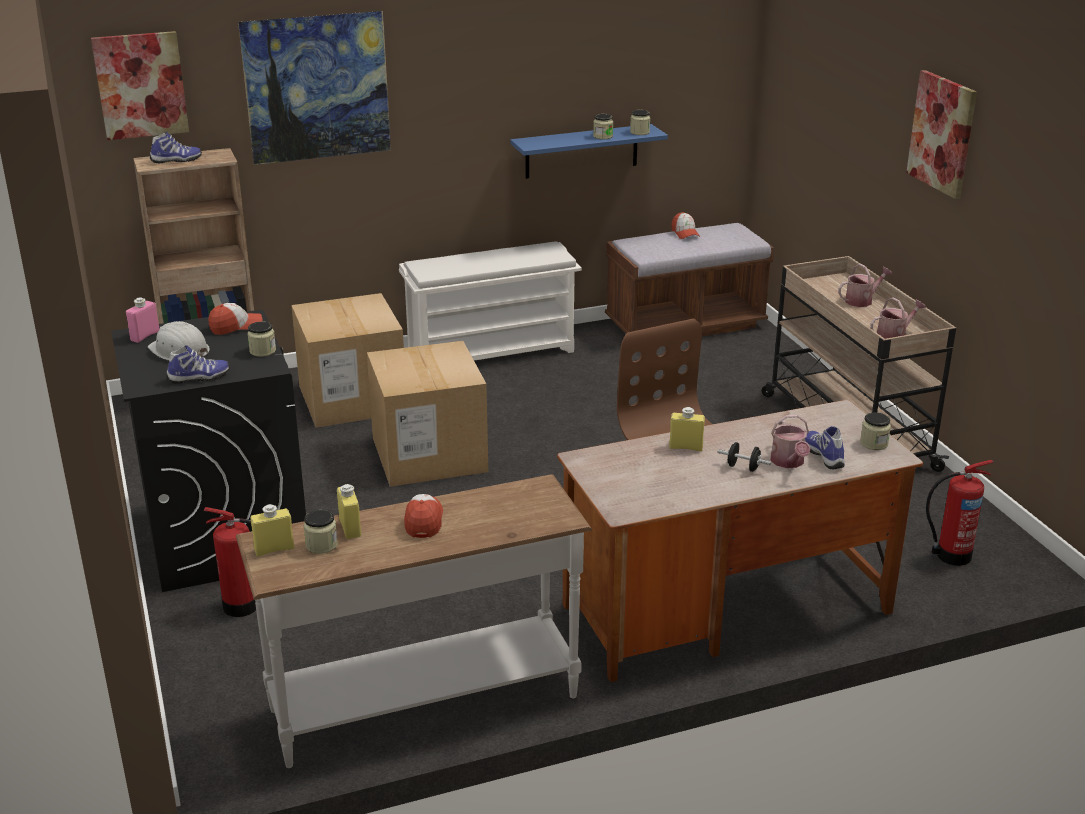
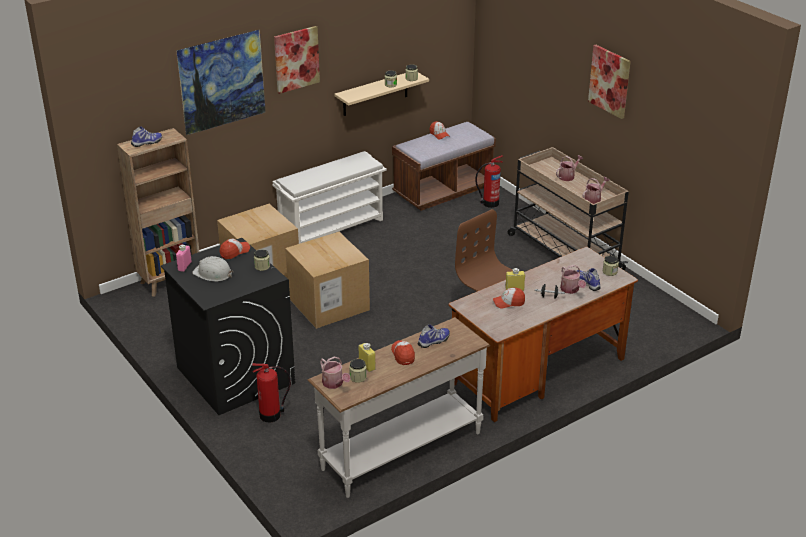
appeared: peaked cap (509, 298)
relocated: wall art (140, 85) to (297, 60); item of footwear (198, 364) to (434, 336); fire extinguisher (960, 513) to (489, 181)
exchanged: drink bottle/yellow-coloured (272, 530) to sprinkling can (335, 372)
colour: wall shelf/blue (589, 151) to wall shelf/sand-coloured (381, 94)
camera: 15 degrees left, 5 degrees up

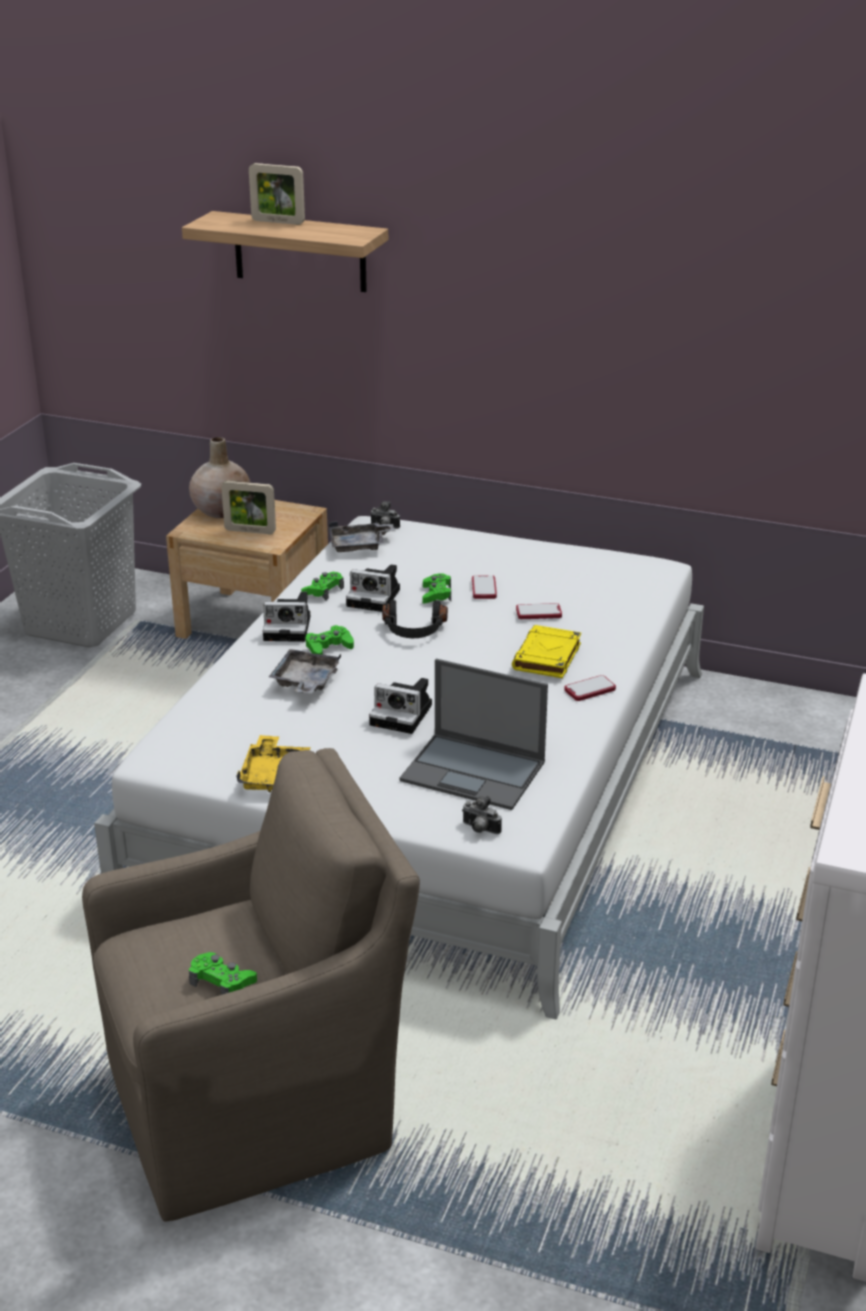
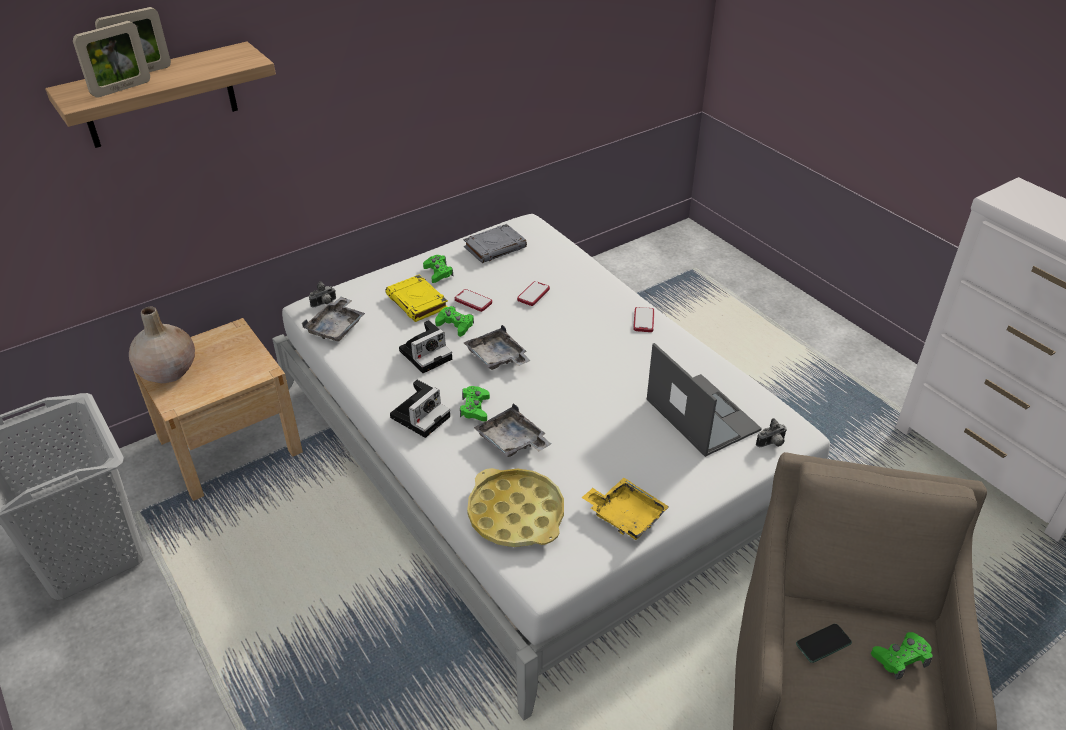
missing: still camera (400, 706)
appeared: volume/gray (495, 243); serving tray/yellow-coloured (515, 507); telephone (824, 643)
relocated: standing frame (248, 507) to (111, 59); volume/yellow-coloured (546, 651) to (416, 298); joypad/green-coloured (322, 586) to (438, 269)
exchanged: pair of headphones/black-coloured (415, 619) to serving tray/gray (497, 347)
spun: notebook computer (473, 734) = (704, 400) 90 degrees counterclockwise
camera: 55 degrees left, 10 degrees up

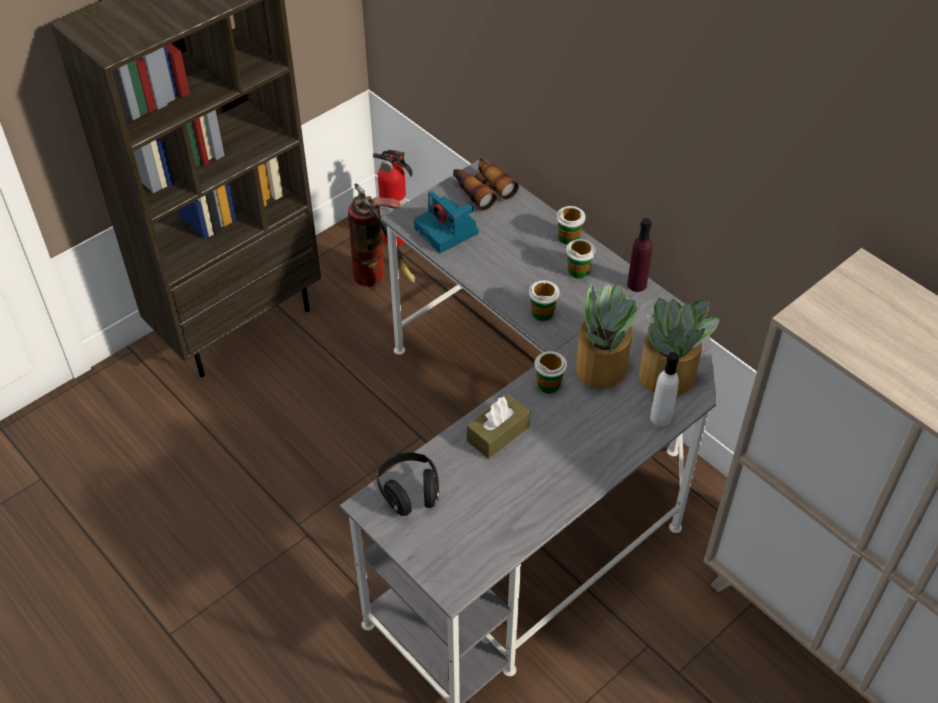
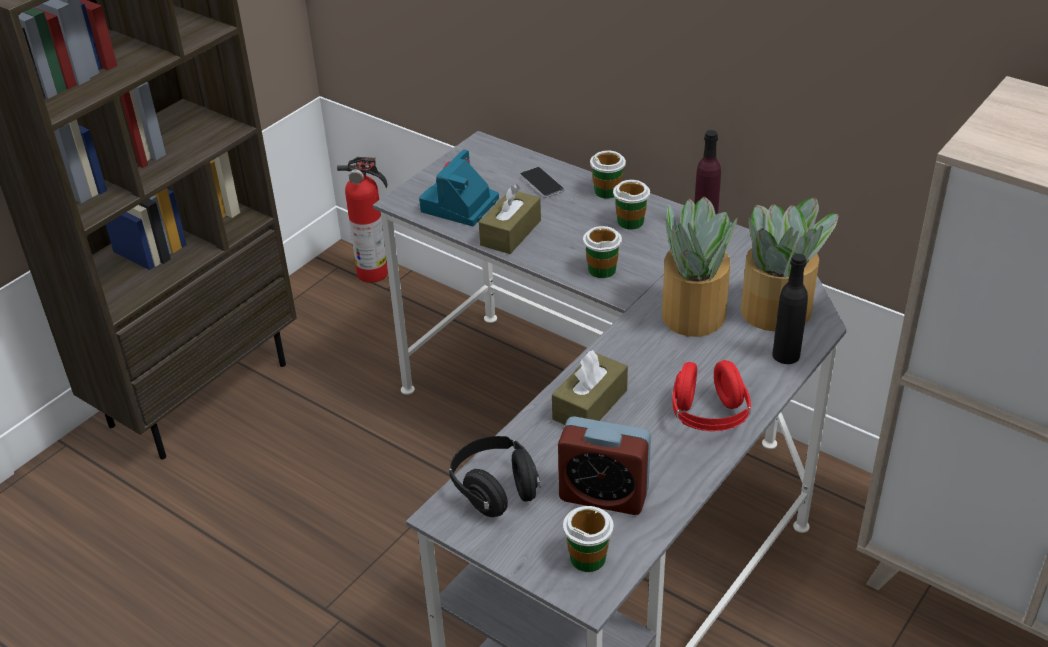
missing: fire extinguisher (381, 235); field glasses (486, 184)
appeared: tissue box/brownish (510, 219); telephone (542, 182); bedside clock (604, 465); pair of headphones/red-coloured (711, 395)
relocated: drinking cup (550, 372) to (588, 539)
colour: drink bottle/white-coloured (664, 389) to drink bottle/black-coloured (790, 308)
spun: still camera (446, 222) = (459, 187) 75 degrees clockwise
camera: 10 degrees left, 10 degrees down

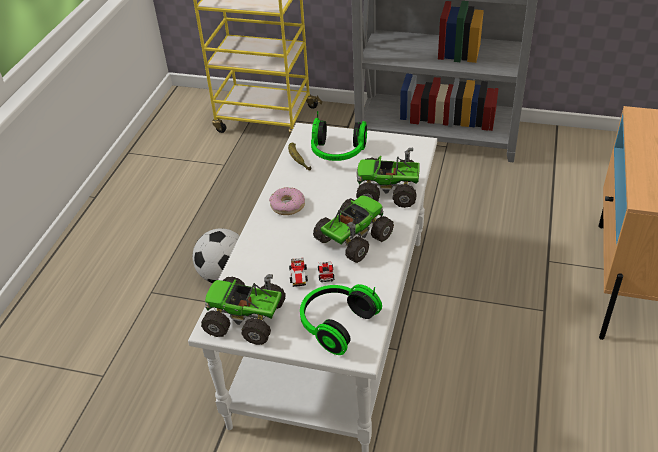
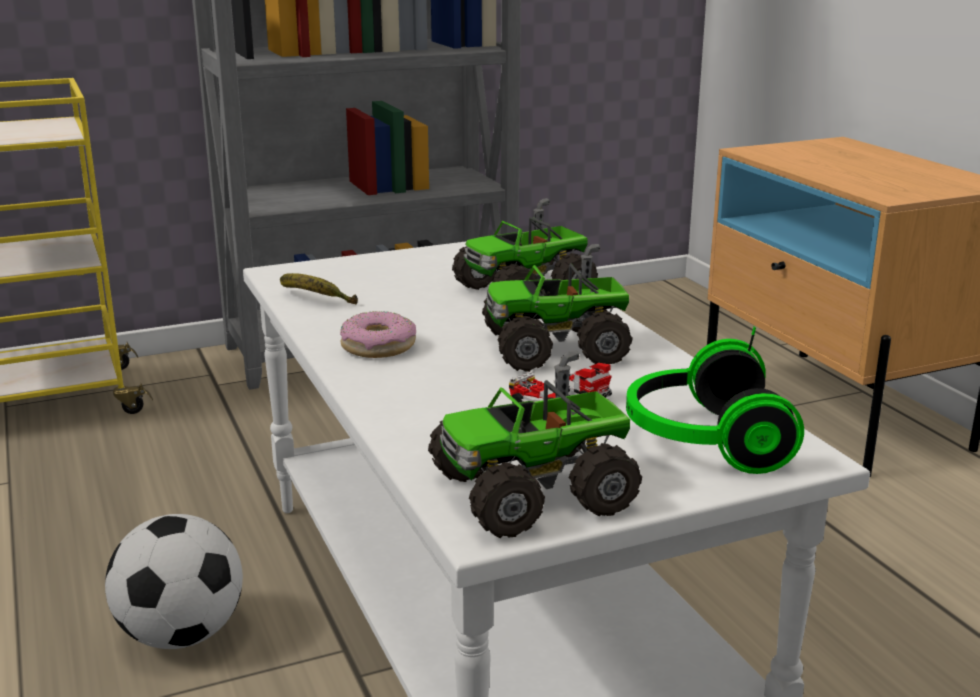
missing: pair of headphones (339, 136)
spun: toy truck (353, 229) = (557, 308) 105 degrees counterclockwise
camera: 40 degrees left, 20 degrees down

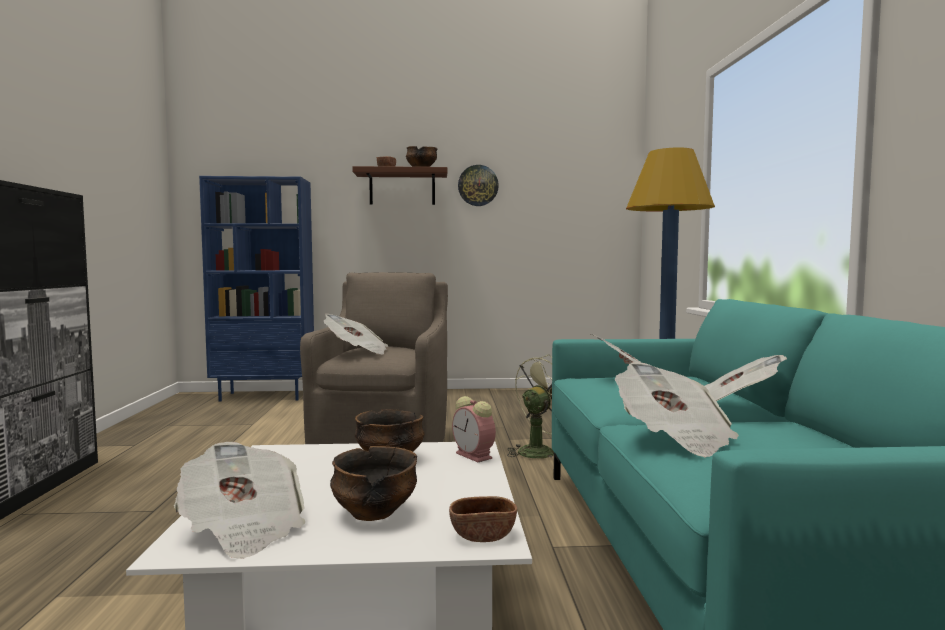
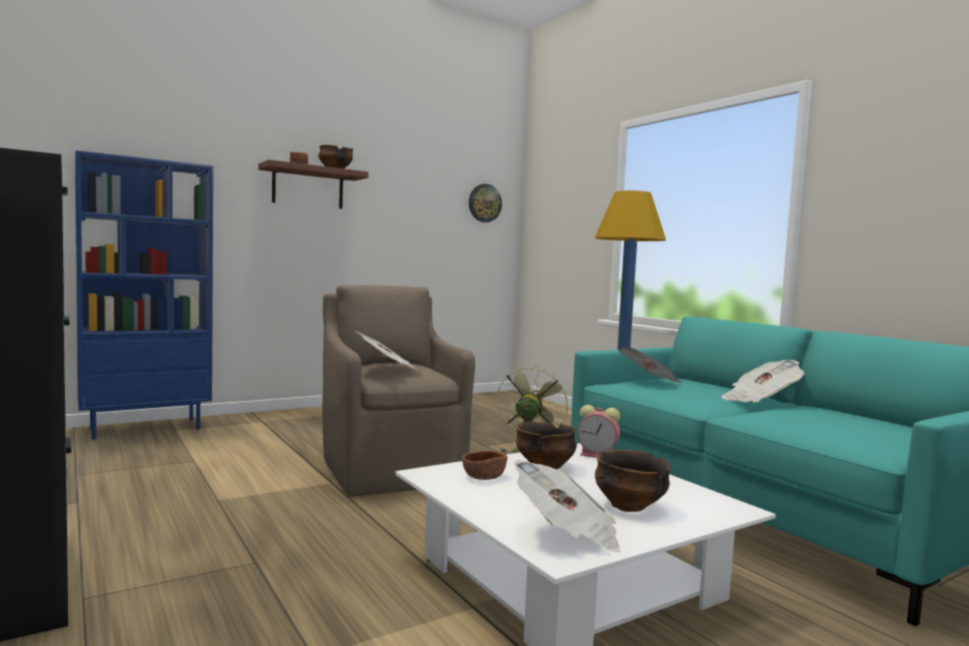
missing: newspaper (677, 409)
relocated: serving bowl/brownish (483, 519) to (485, 465); wall clock (478, 185) to (485, 203)
camera: 30 degrees left, 0 degrees up

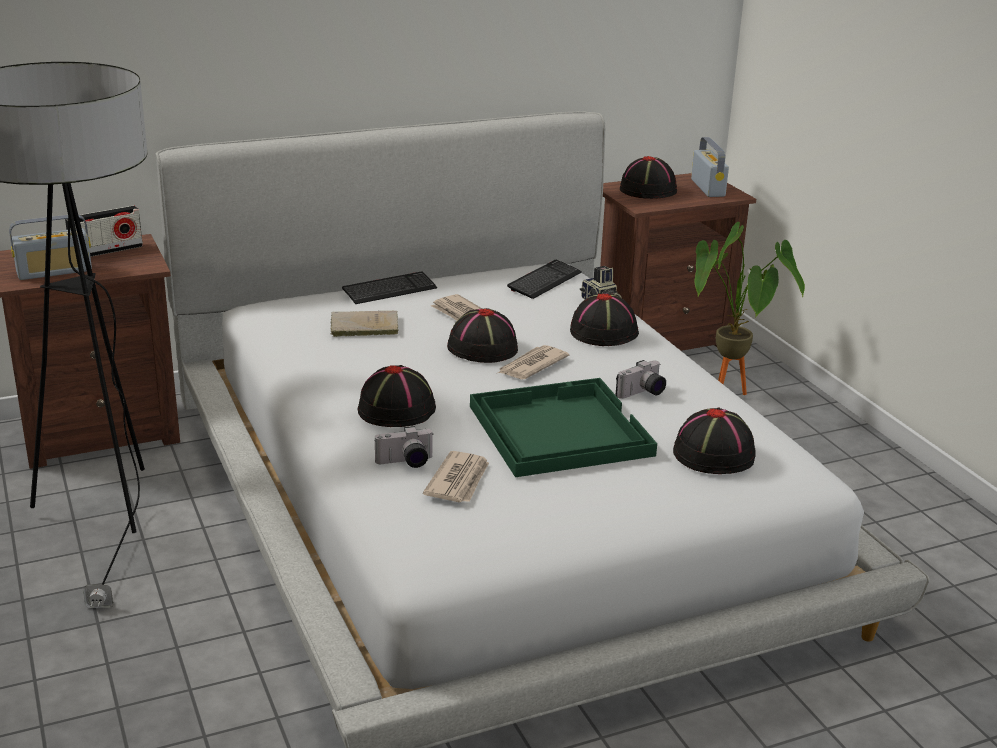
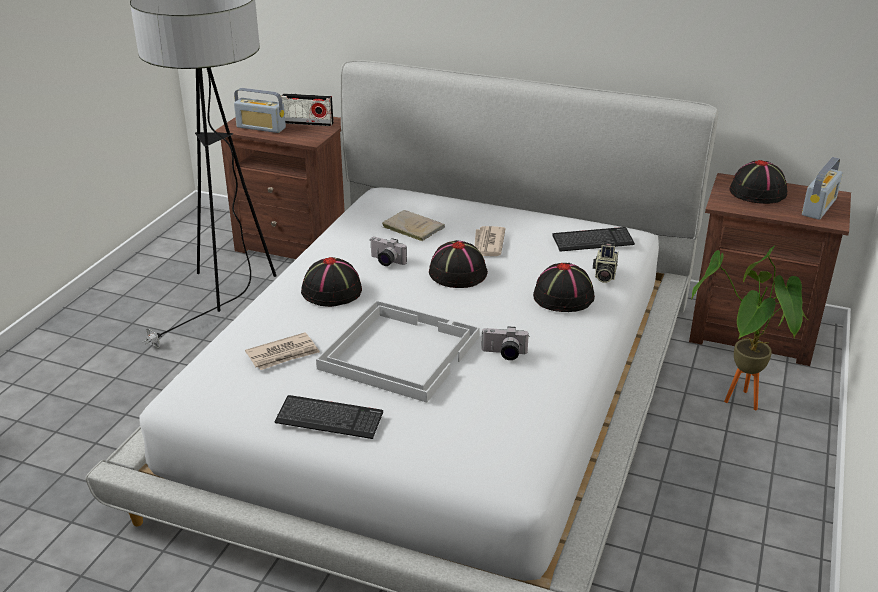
missing: newspaper (533, 362); clothing hat/black-coloured (714, 441)
relocated: computer keyboard (389, 288) to (329, 417); still camera (404, 447) to (388, 251)
colour: serving tray/green-coloured (563, 427) to serving tray/white-coloured (398, 351)
camera: 45 degrees right, 5 degrees up

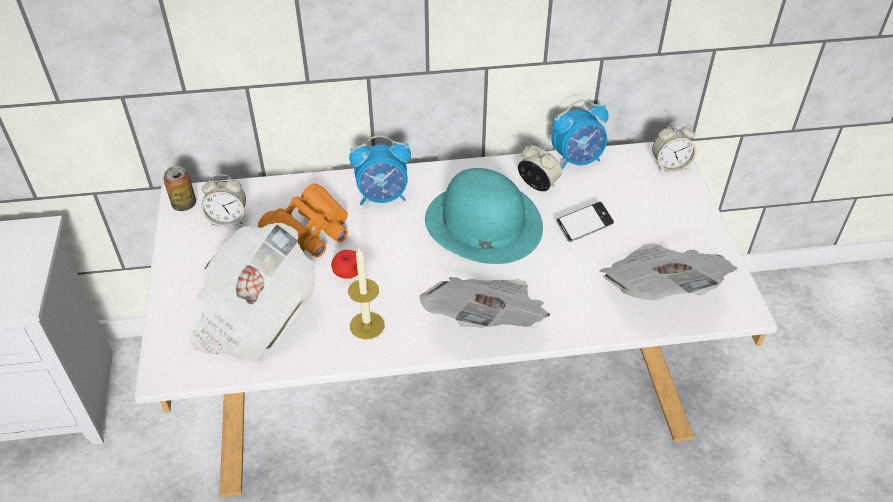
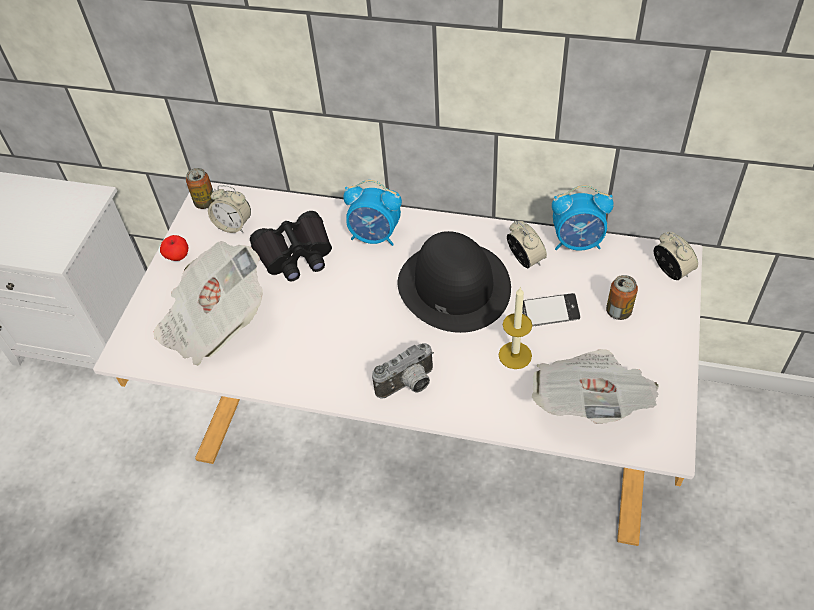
appeared: can (622, 297)
relocated: apple fruit (344, 264) to (174, 248); wax candle (366, 294) to (515, 328)
exchanged: newspaper (484, 302) to still camera (403, 371)
colour: field glasses/orange (303, 220) to field glasses/black-coloured (291, 246); clothing hat/turquoise (484, 216) to clothing hat/black-coloured (454, 282)
spun: bedside clock (674, 146) = (676, 256) 135 degrees counterclockwise
camera: 25 degrees right, 5 degrees up

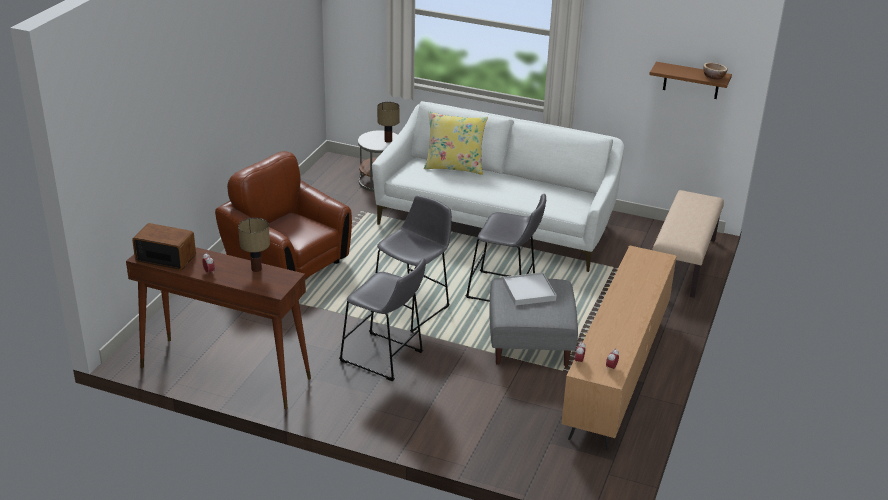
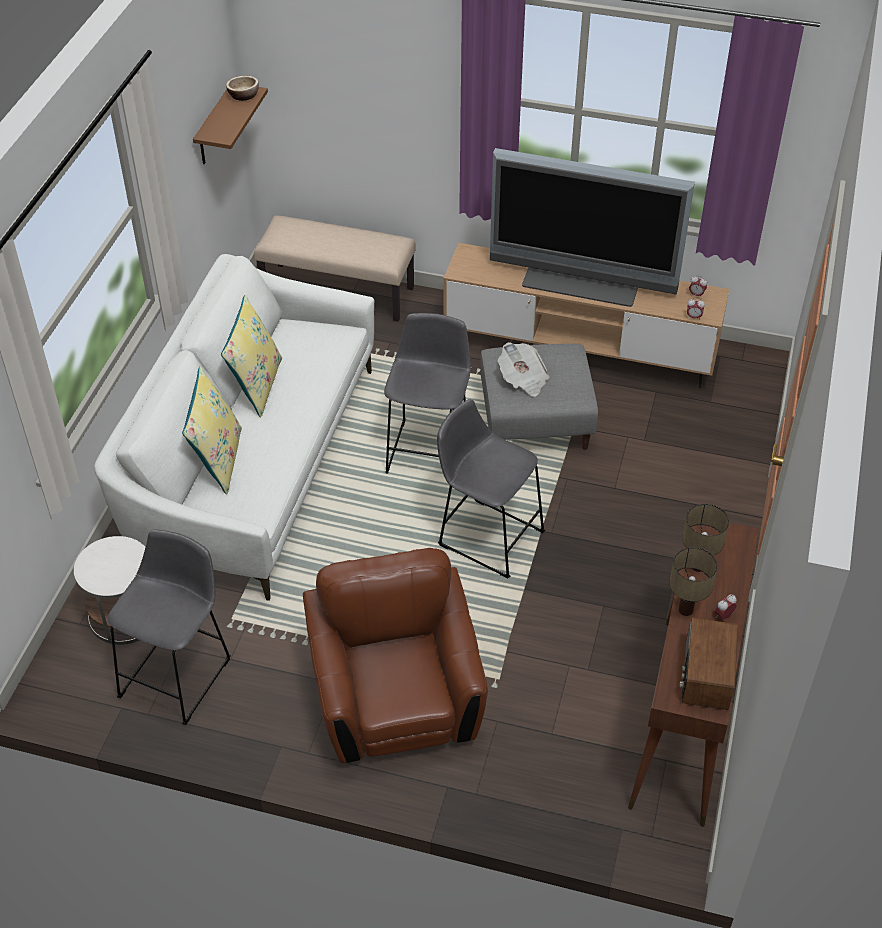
appeared: cushion/yellow-coloured (251, 356); TV (592, 227)
relocated: stool/gray (382, 320) to (169, 627); lamp for a table (388, 122) to (693, 581)
exchanged: serving tray/white-coloured (529, 289) to newspaper (523, 369)
spun: easy chair/brownish (283, 214) = (395, 655) 135 degrees clockwise
camera: 95 degrees left, 15 degrees up

